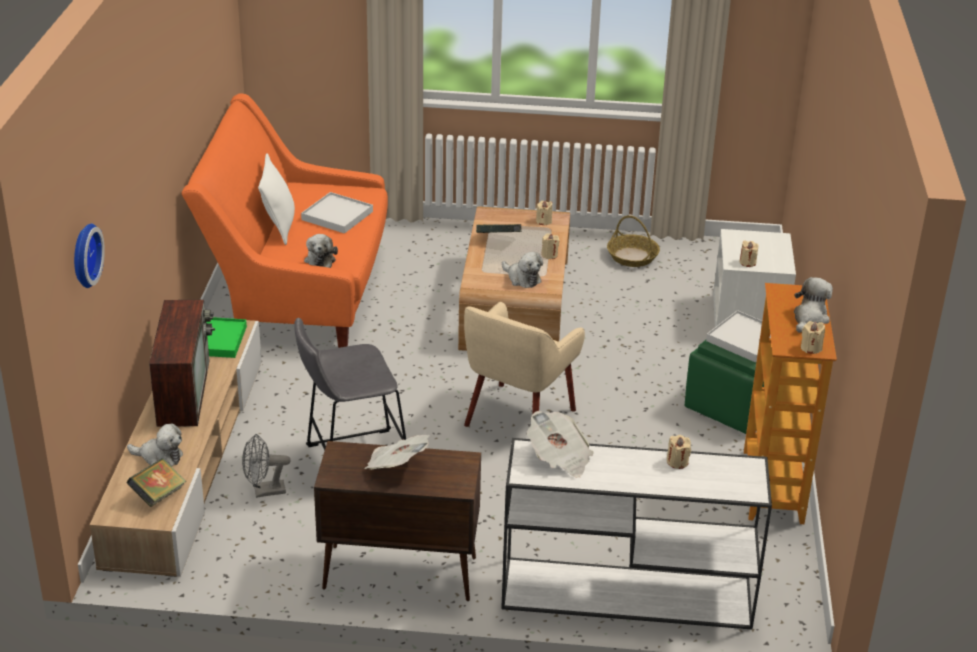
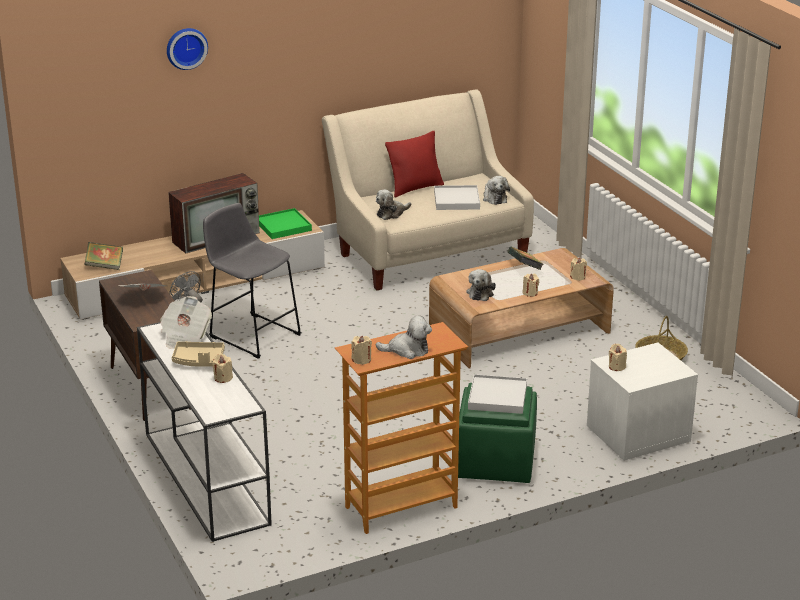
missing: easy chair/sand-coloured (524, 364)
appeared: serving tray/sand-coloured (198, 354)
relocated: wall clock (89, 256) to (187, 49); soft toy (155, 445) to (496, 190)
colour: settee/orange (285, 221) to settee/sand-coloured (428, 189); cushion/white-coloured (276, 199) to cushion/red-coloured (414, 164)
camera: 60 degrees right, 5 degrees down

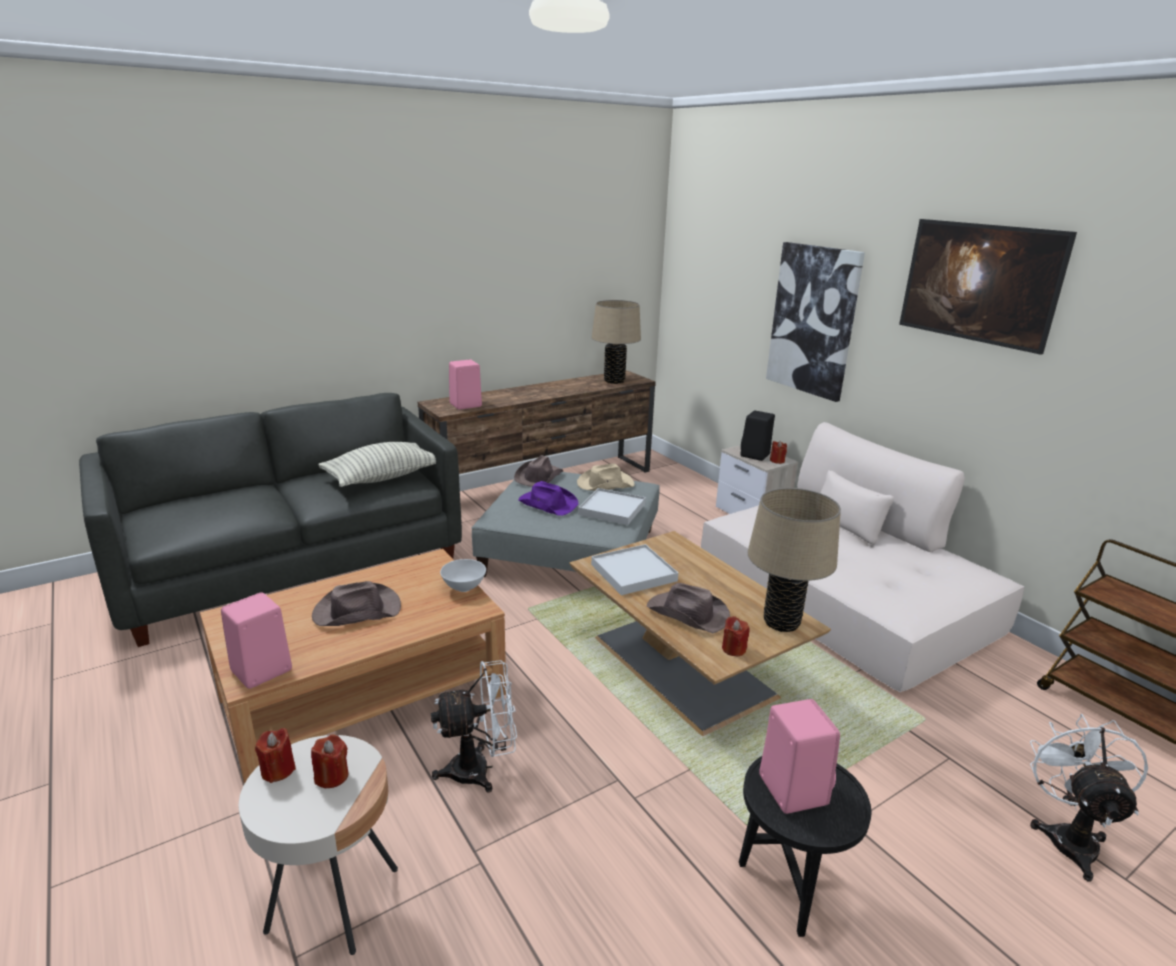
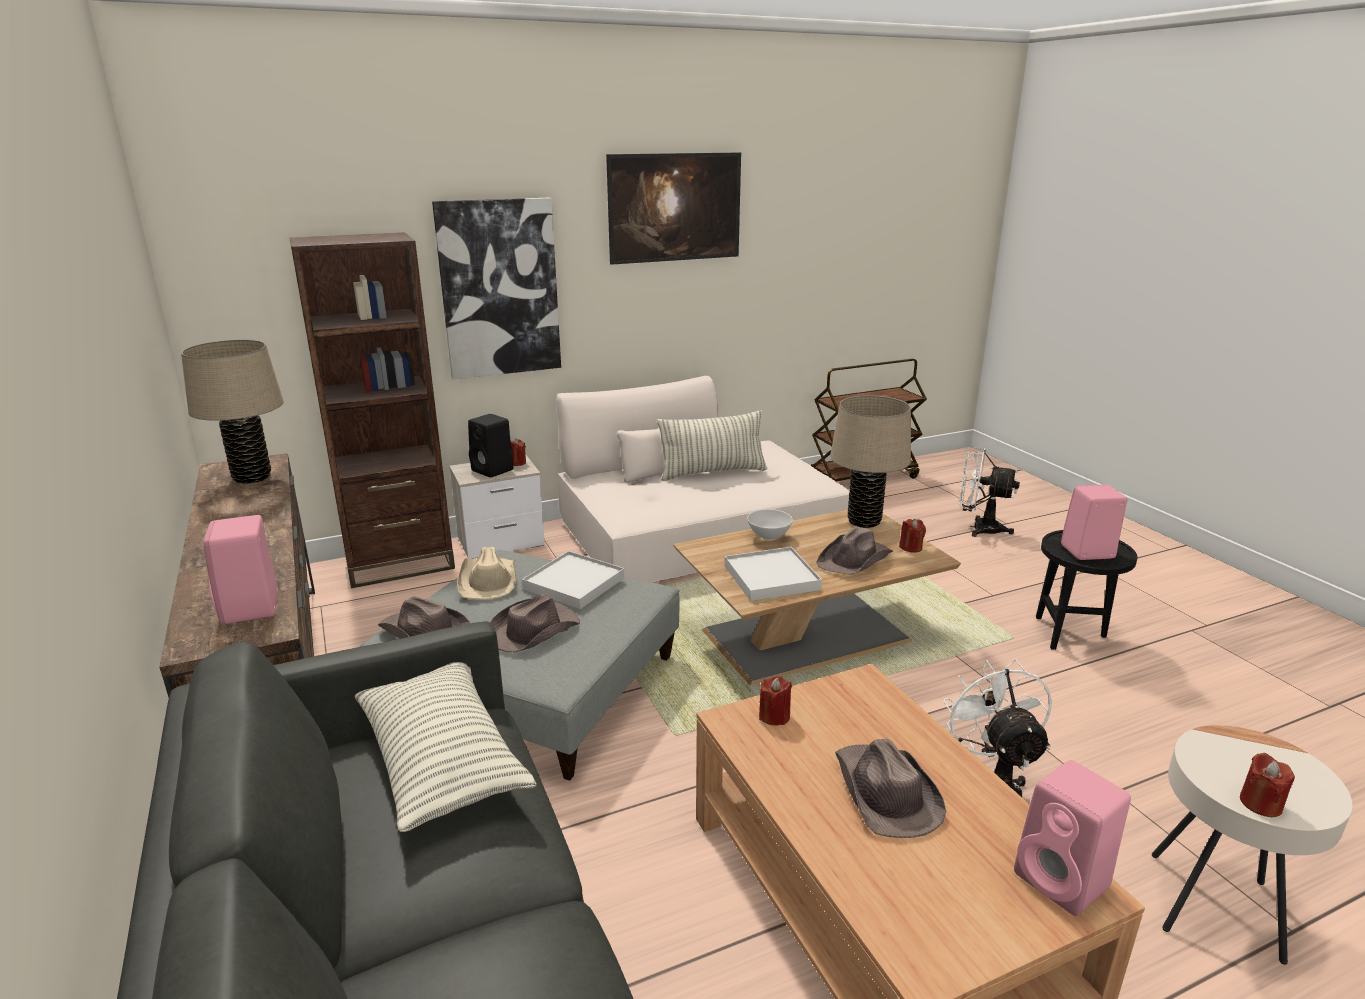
appeared: bookshelf/brownish (372, 410); cushion (712, 445)
relocated: serving bowl/white-coloured (463, 575) to (770, 525); wax candle/red-coloured (329, 761) to (775, 701)
colour: clothing hat/purplish (548, 498) to clothing hat/brownish (535, 623)
camera: 80 degrees left, 0 degrees up

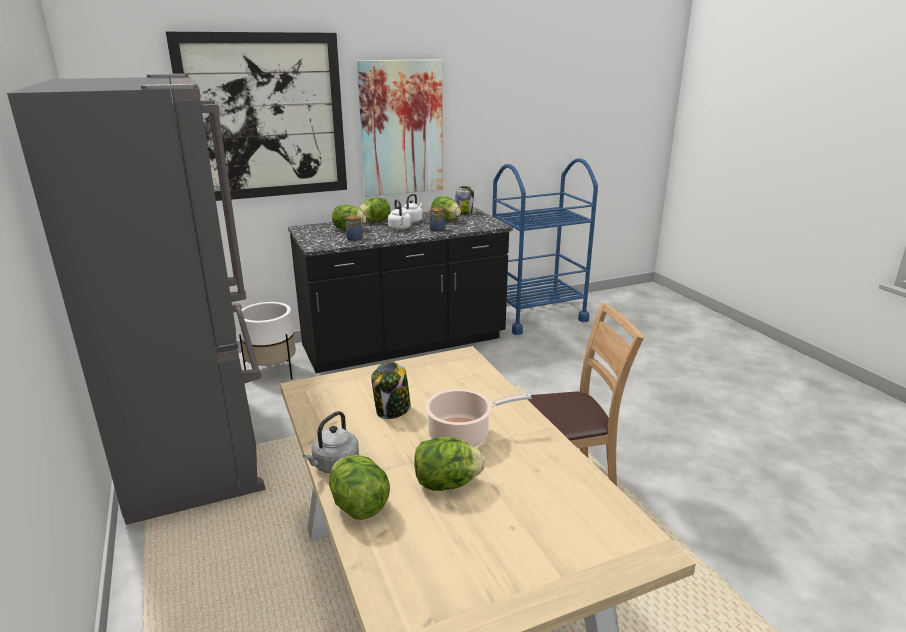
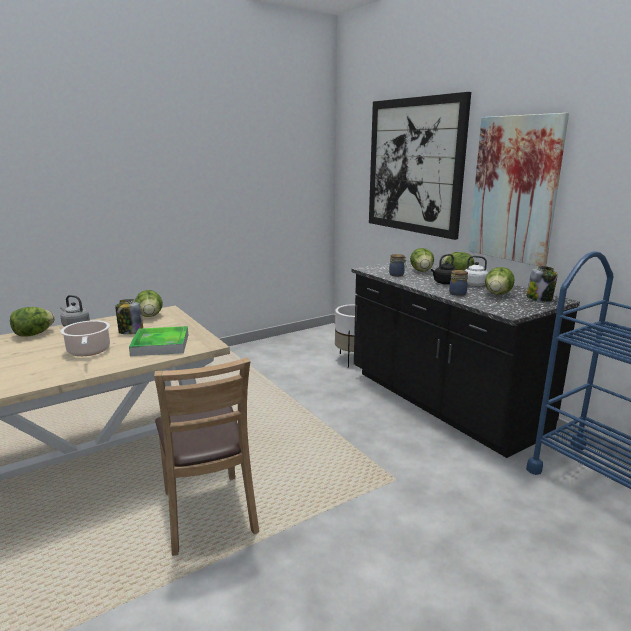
missing: kitchen fridge/gray (136, 299)
appeared: serving tray (158, 341)
relocated: lettuce (449, 464) to (149, 303)
colour: kettle/white-coloured (399, 214) to kettle/black-coloured (444, 269)
camera: 80 degrees right, 5 degrees down

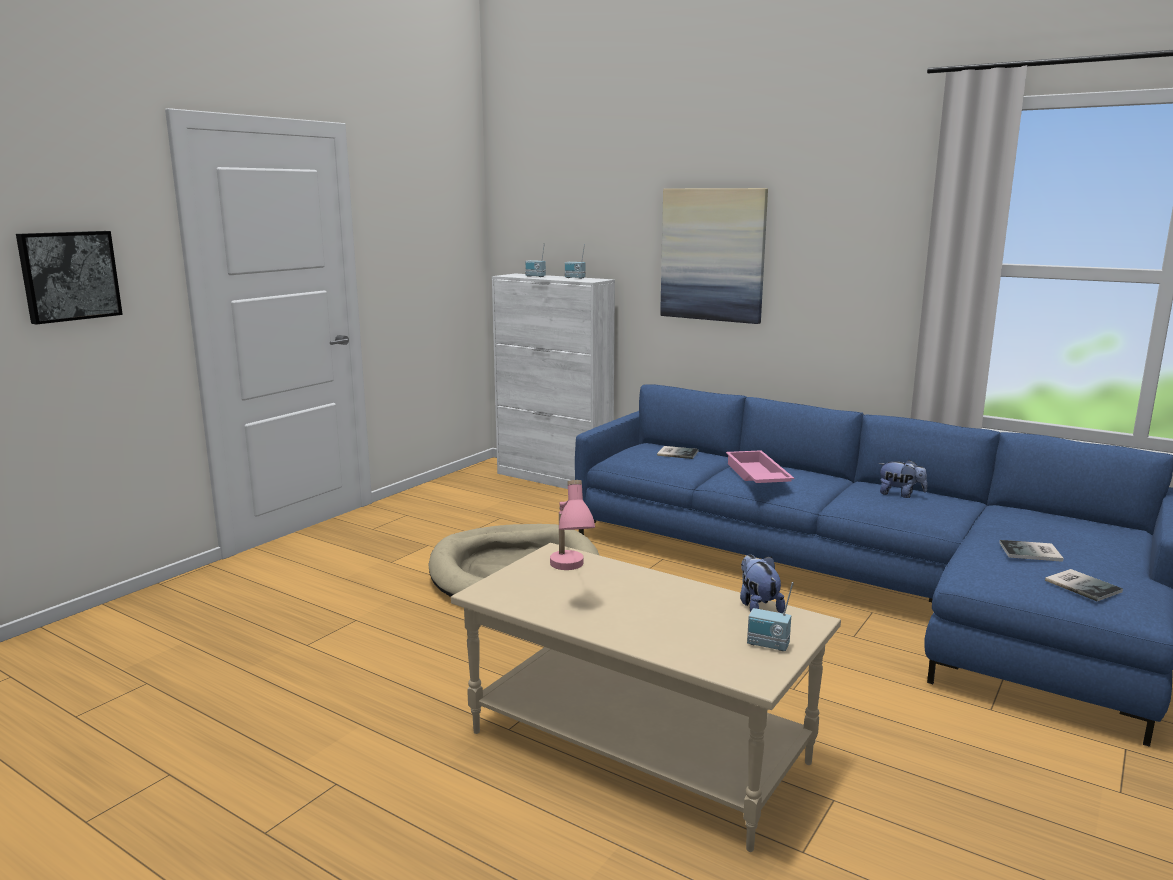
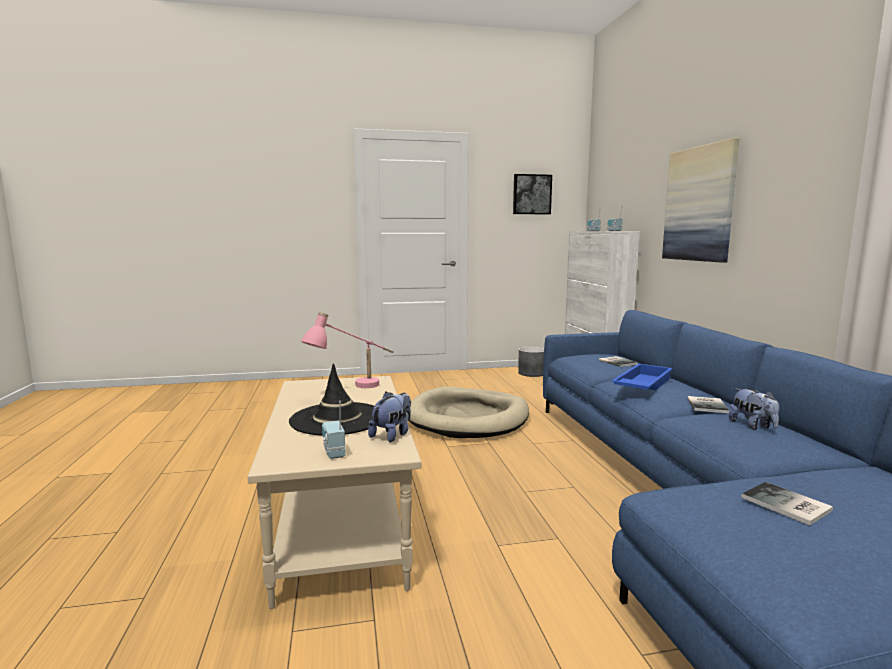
appeared: clothing hat/black-coloured (331, 399); flower pot/gray (531, 362)
relocated: wall art (69, 278) to (532, 194); volume (1084, 585) to (708, 404)
colour: serving tray/pink-coloured (760, 466) to serving tray/blue (642, 377)
camera: 45 degrees right, 5 degrees down

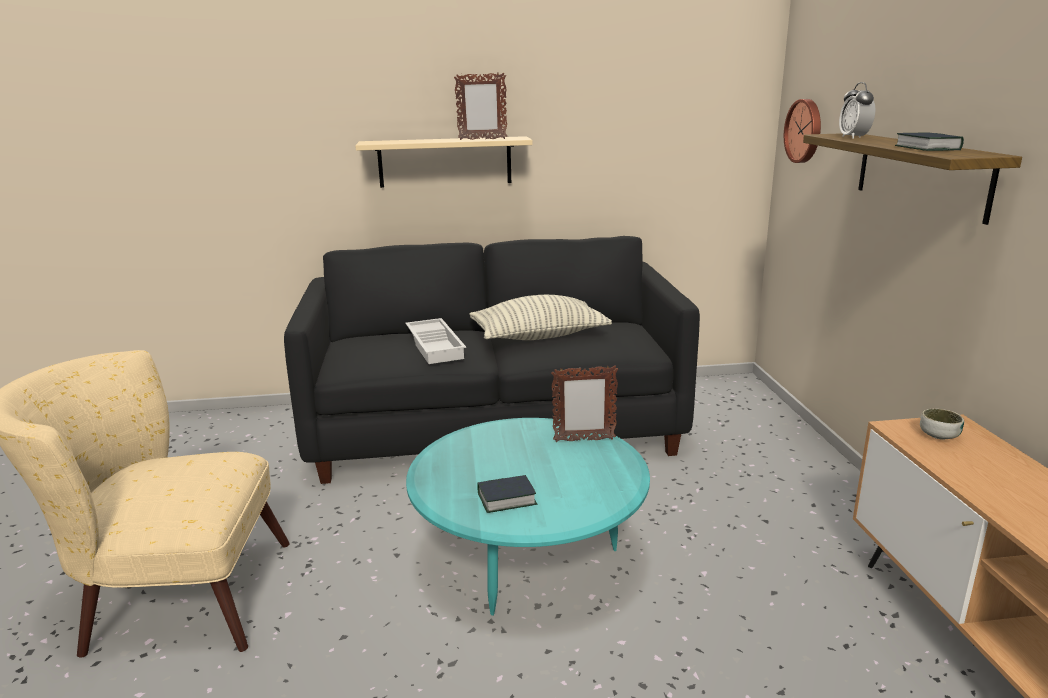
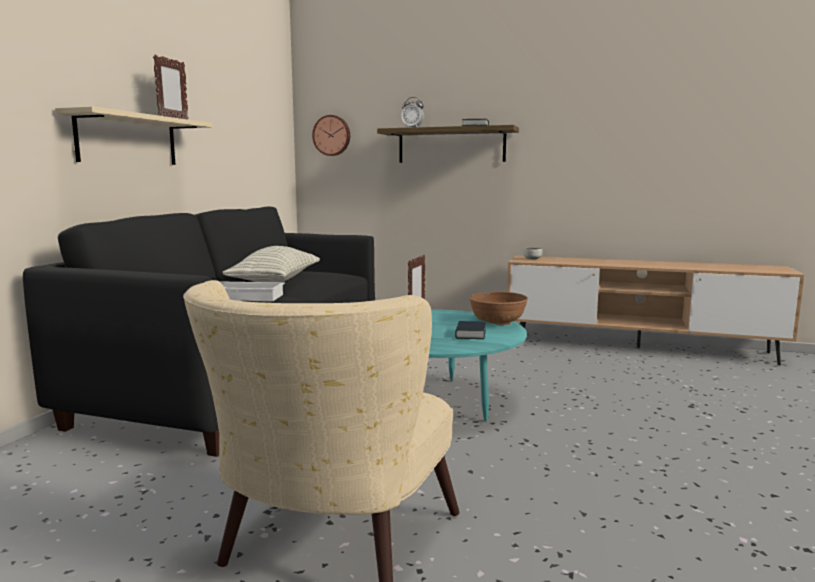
appeared: serving bowl/brownish (498, 308)
camera: 65 degrees left, 10 degrees down

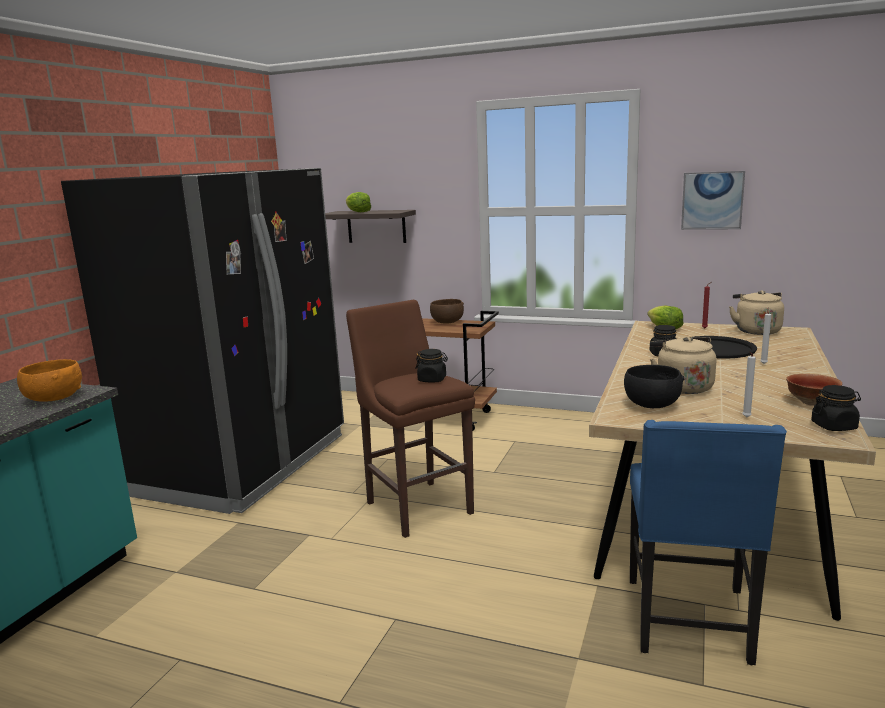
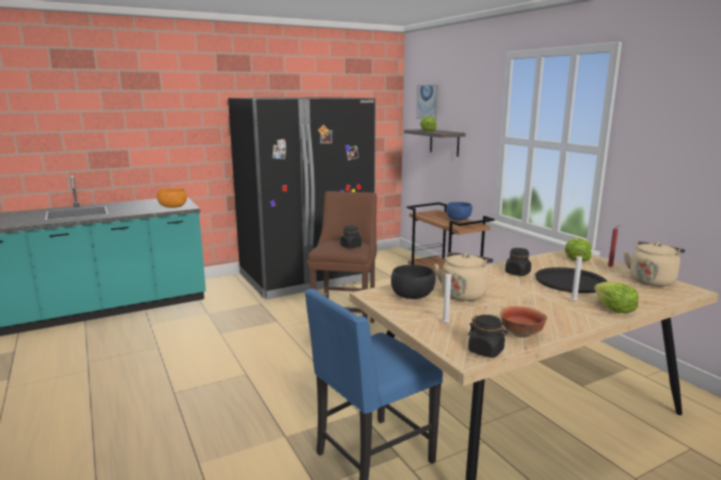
appeared: lettuce (616, 297)
relocated: wall art (713, 200) to (427, 102)
colour: serving bowl/brownish (447, 311) to serving bowl/blue (459, 211)
camera: 40 degrees right, 0 degrees up

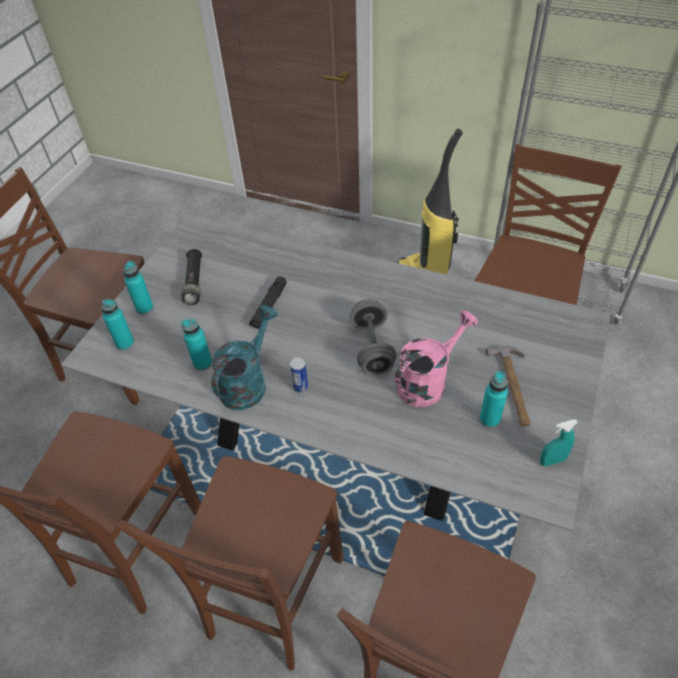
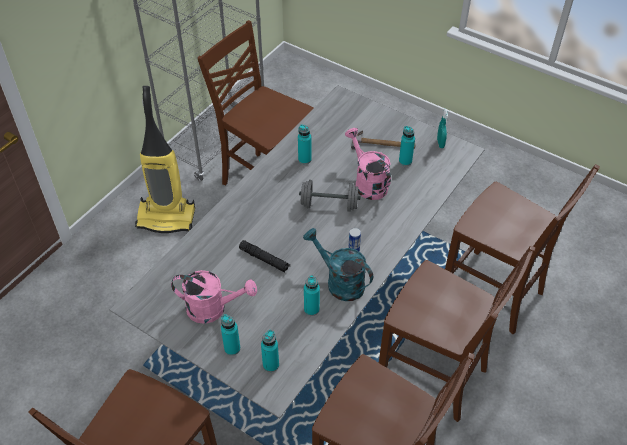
appeared: drink bottle/turquoise (304, 144)
exchanged: torch/black-coloured (191, 277) to sprinkling can/pink-coloured (214, 297)
camera: 80 degrees left, 0 degrees up

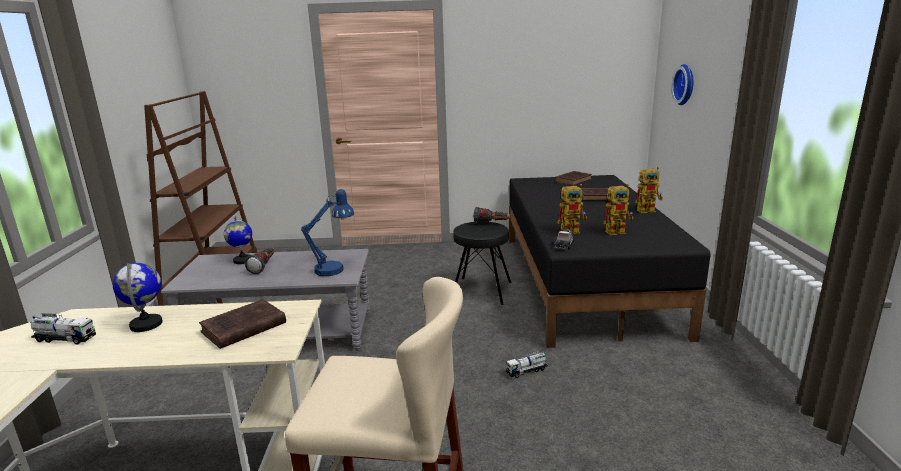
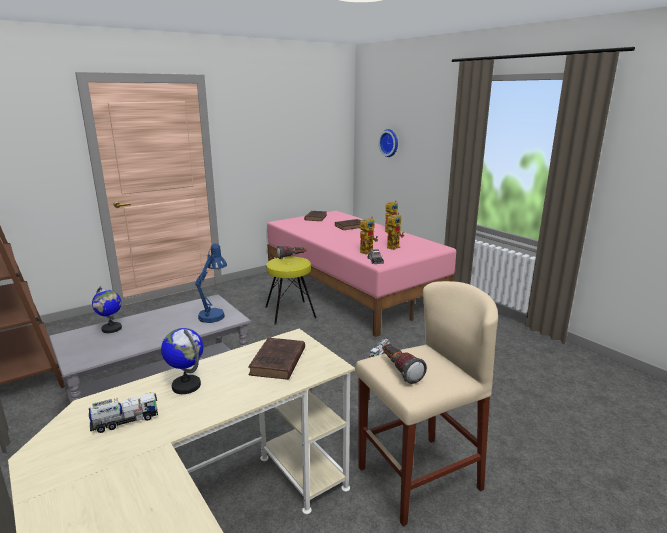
relocated: torch (259, 261) to (404, 364)
colour: stool/black-coloured (482, 263) to stool/yellow-coloured (291, 290); sleeping bed/black-coloured (610, 261) to sleeping bed/pink-coloured (361, 274)
camera: 35 degrees left, 0 degrees up

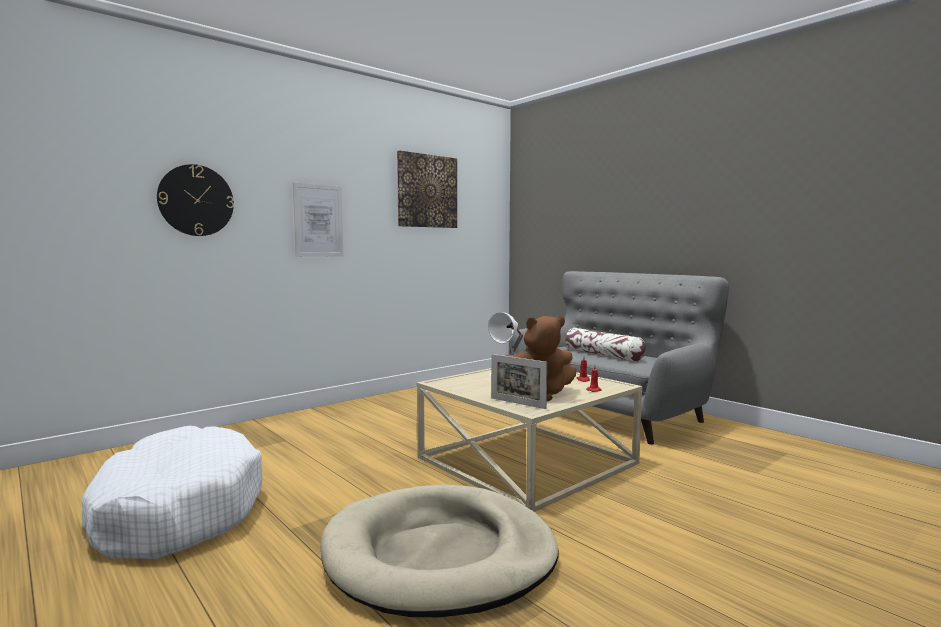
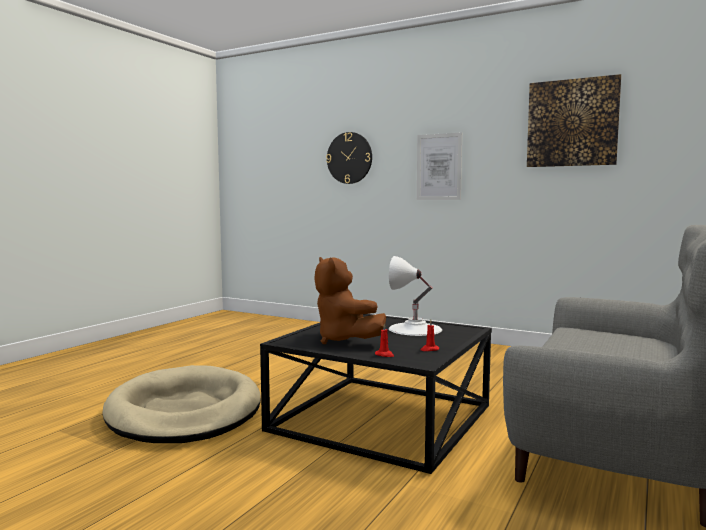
missing: dog bed/white-coloured (172, 492); standing frame (519, 381); cushion (605, 345)
colour: low table/sand-coloured (530, 440) to low table/black-coloured (376, 394)
camera: 70 degrees right, 0 degrees up

